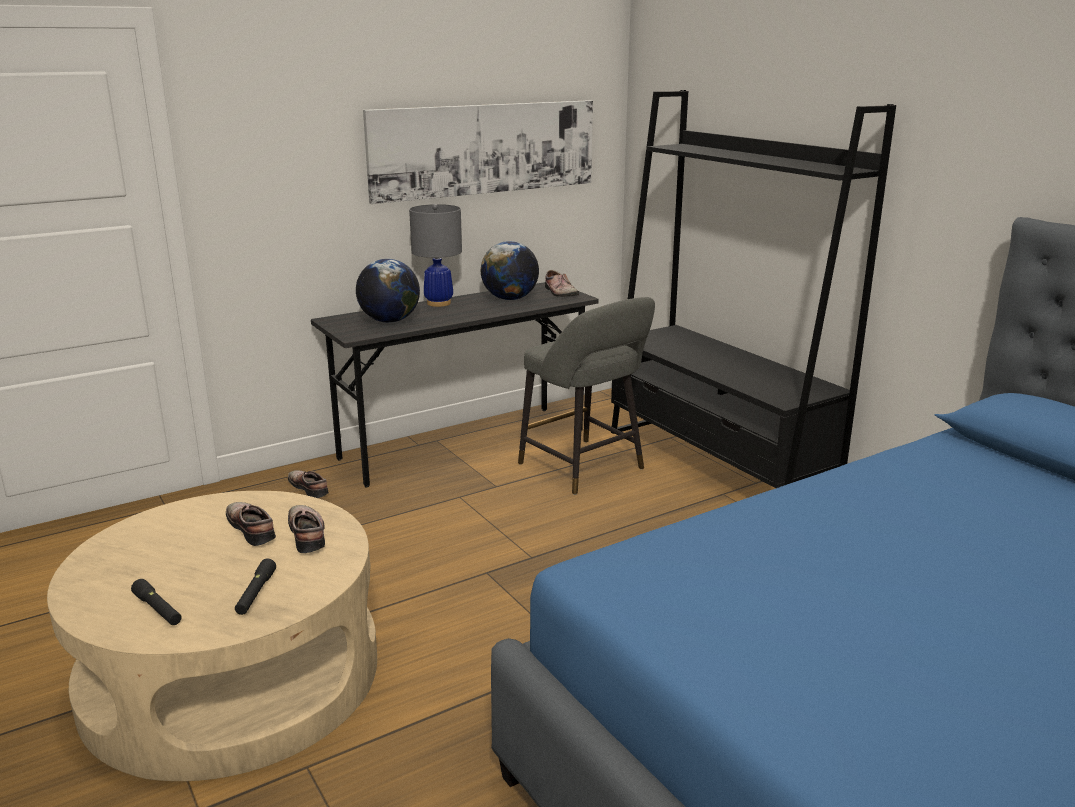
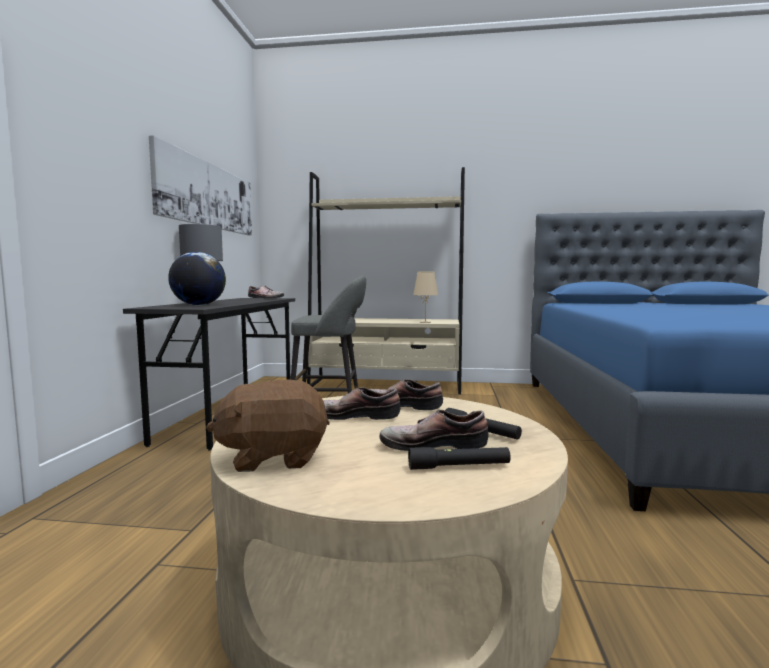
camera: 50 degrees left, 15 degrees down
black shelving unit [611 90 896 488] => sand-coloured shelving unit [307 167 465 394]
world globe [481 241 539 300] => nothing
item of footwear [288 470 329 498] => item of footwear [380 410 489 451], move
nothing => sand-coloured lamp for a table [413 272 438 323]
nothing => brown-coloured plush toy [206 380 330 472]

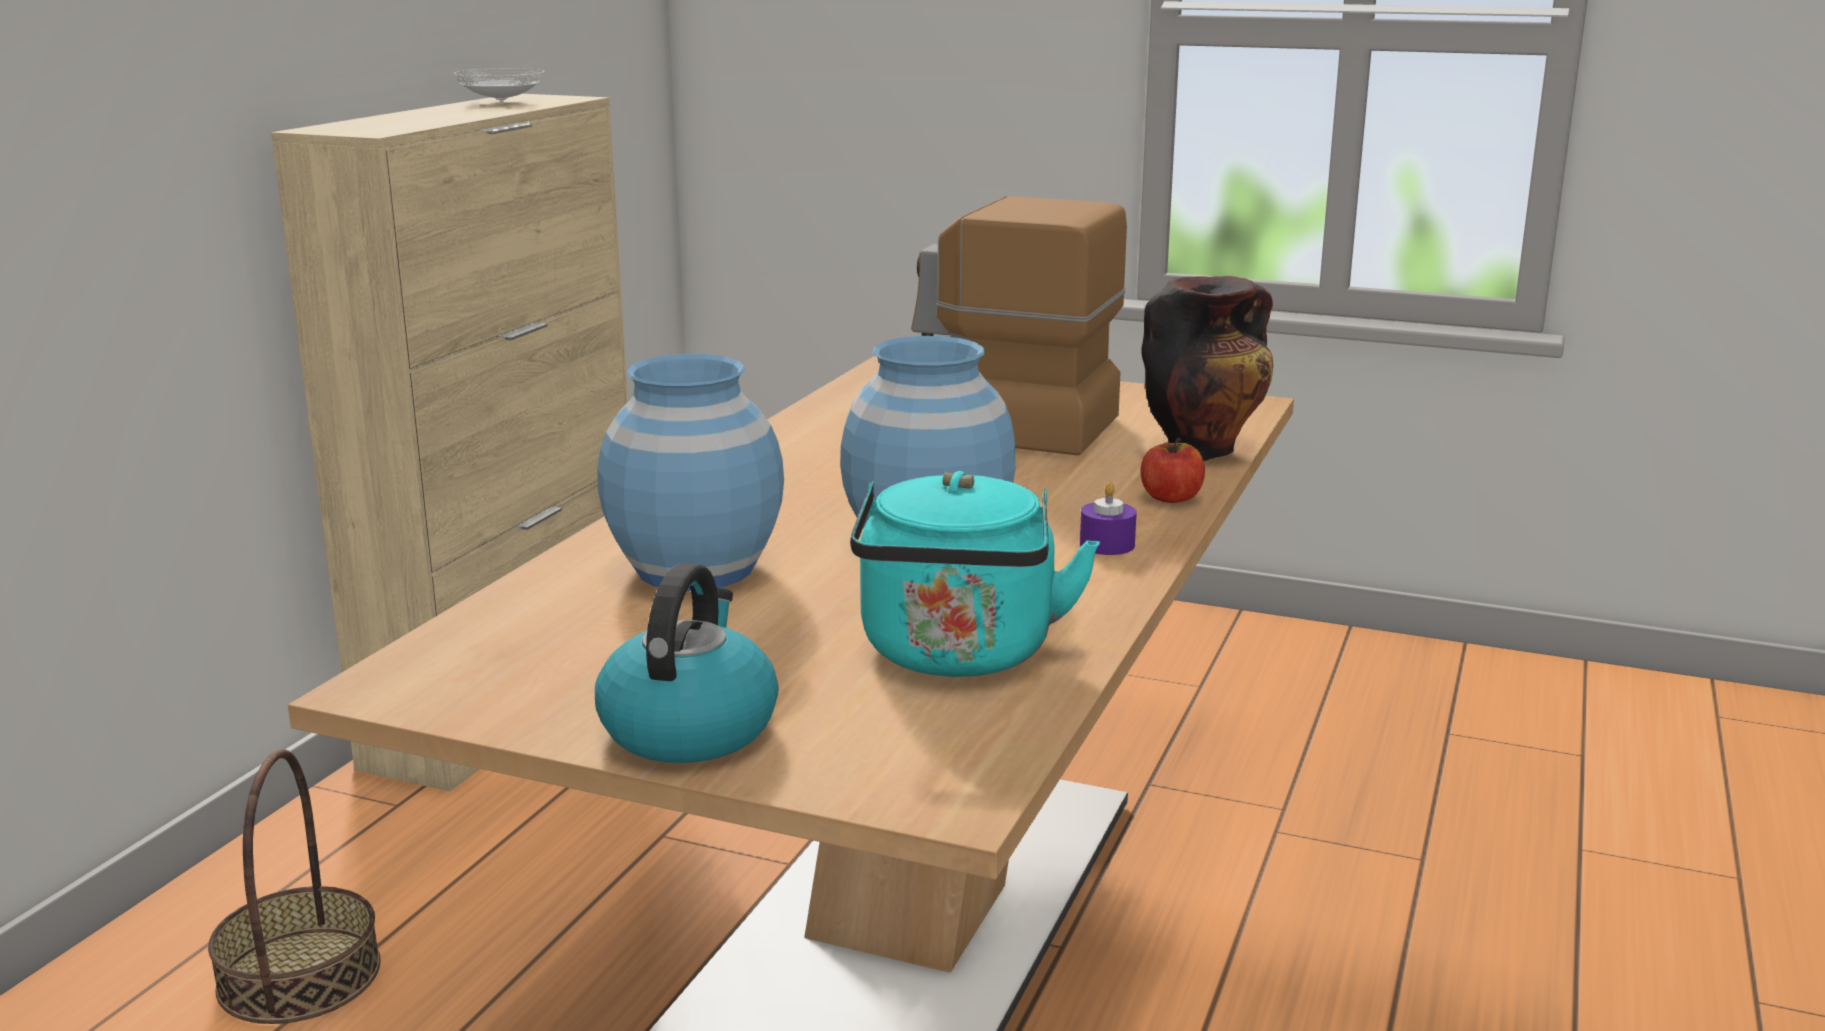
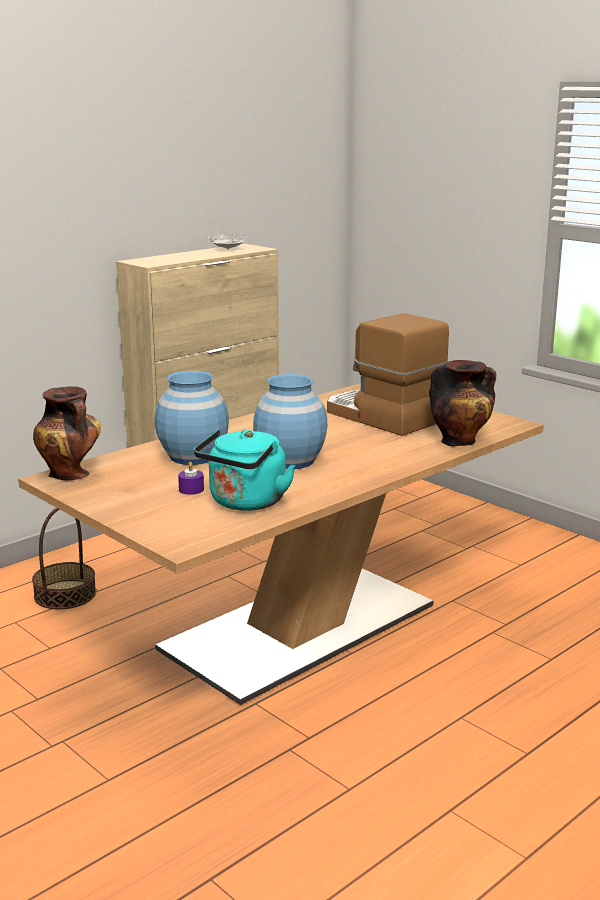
camera: 25 degrees right, 0 degrees up
whole apple [1140 438 1205 503] => nothing
purplish wax candle [1080 482 1137 555] => purplish wax candle [178 462 204 495], move
water kettle [595 563 779 763] => nothing
nothing => decorative vase [33 386 101 481]

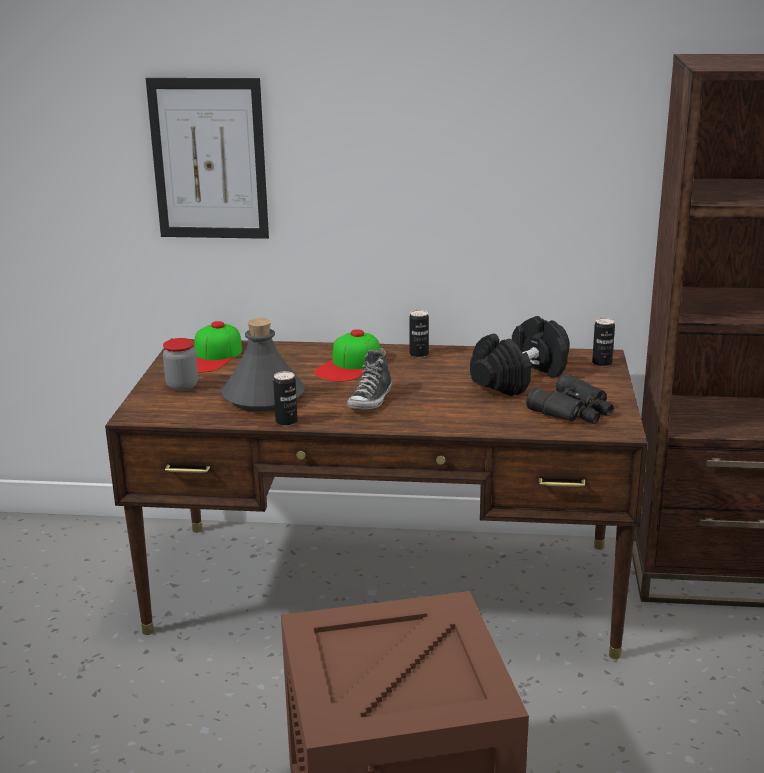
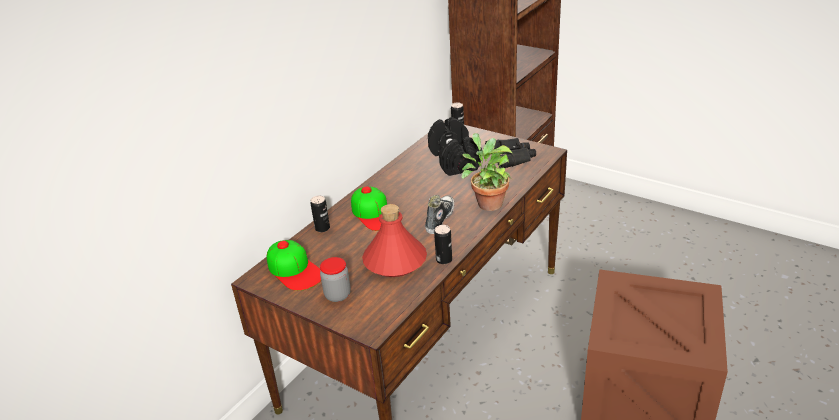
camera: 60 degrees left, 10 degrees up
picture [146 78 269 239] => nothing
can [409 310 429 358] => can [310 196 330 232], move
gray beverage bottle [222 318 305 411] => red beverage bottle [362 204 427 277]
item of footwear [347 348 392 410] => item of footwear [425 195 454 234], 120 degrees counterclockwise
nothing => potted plant [461 133 513 211]

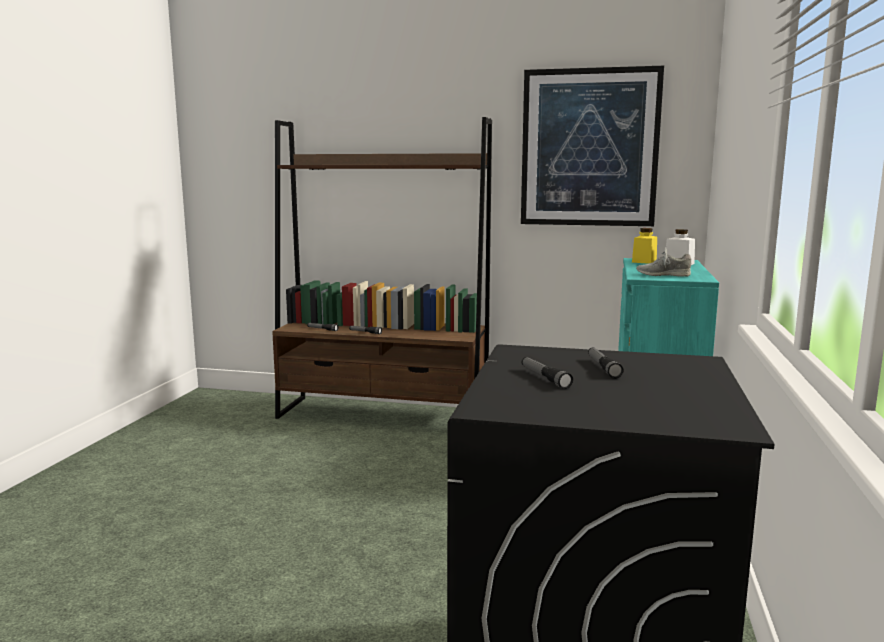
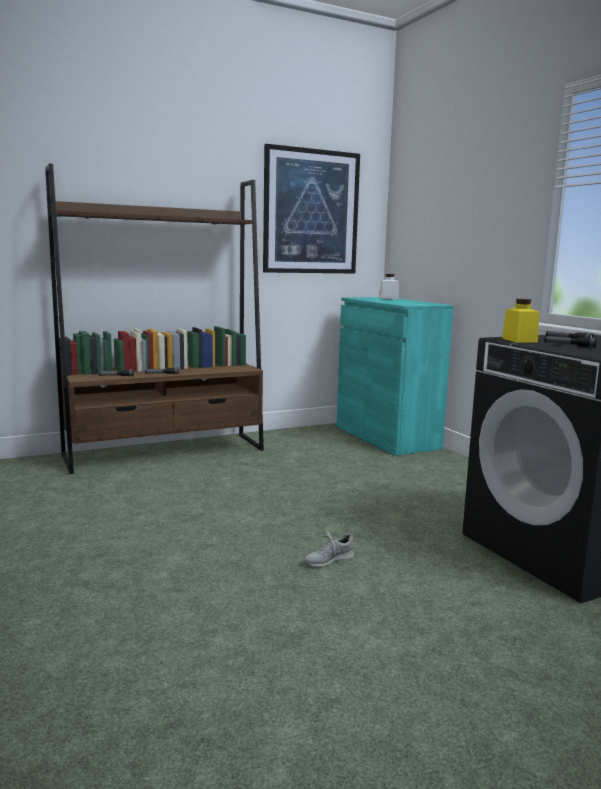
camera: 40 degrees left, 0 degrees up
yellowish storage jar [632 228 657 264] => yellowish storage jar [502 299 540 343], move
gray item of footwear [636 247 691 277] => gray item of footwear [304 529 354 567], move

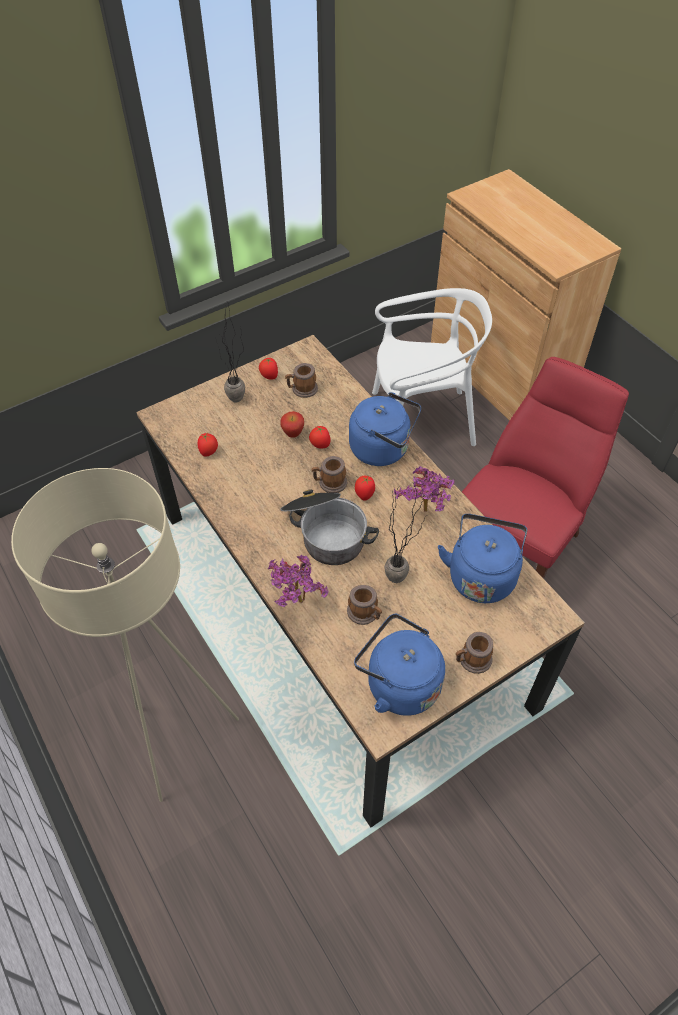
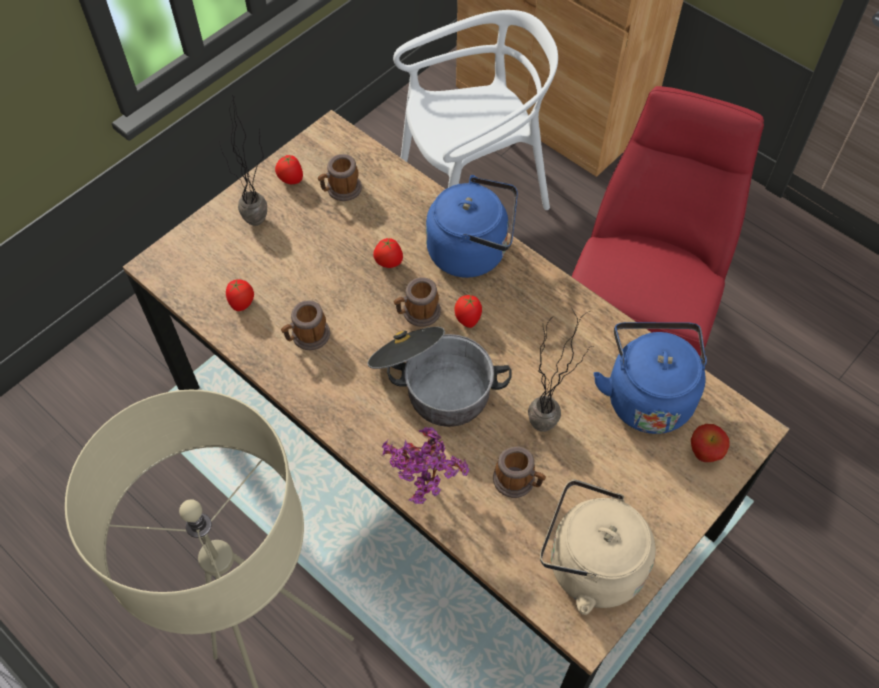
camera: 15 degrees left, 5 degrees up
whole apple [281 411 304 438] => whole apple [691 424 730 462], move
potted plant [393 466 454 512] => nothing
bluish water kettle [354 613 445 716] => sand-coloured water kettle [540 480 656 615]
tea mug [456 632 493 674] => tea mug [281 300 330 350], move

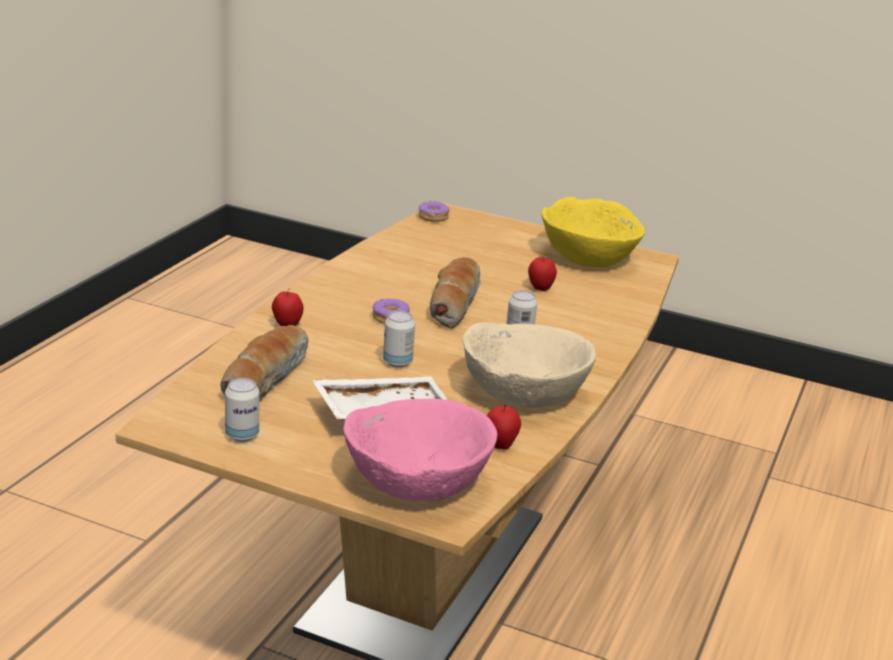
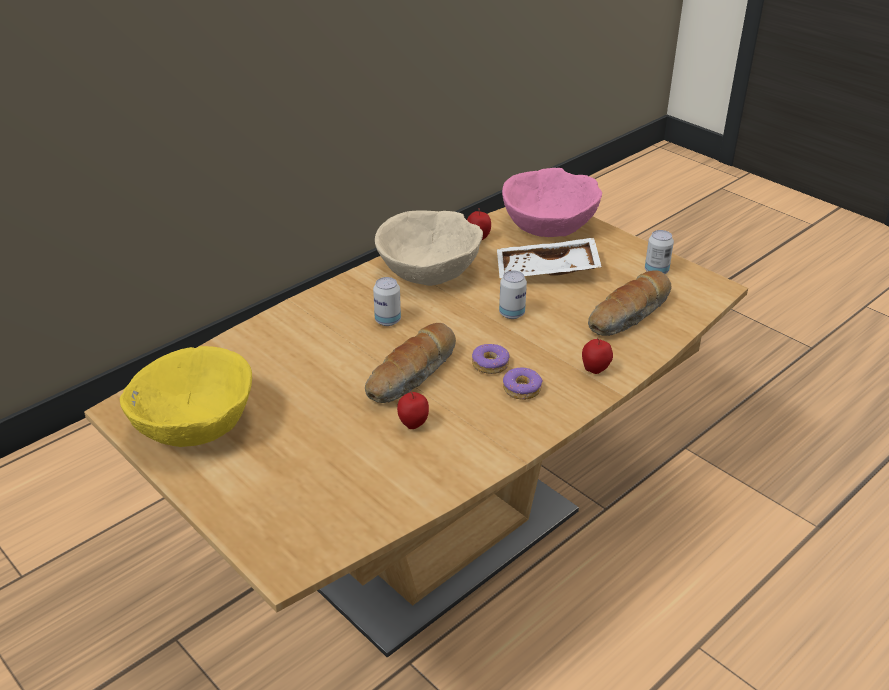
camera: 155 degrees left, 10 degrees up
ring doughnut [419 201 450 222] => ring doughnut [503 368 543 400], move
whole apple [528 254 557 291] => whole apple [397 391 429 429], move

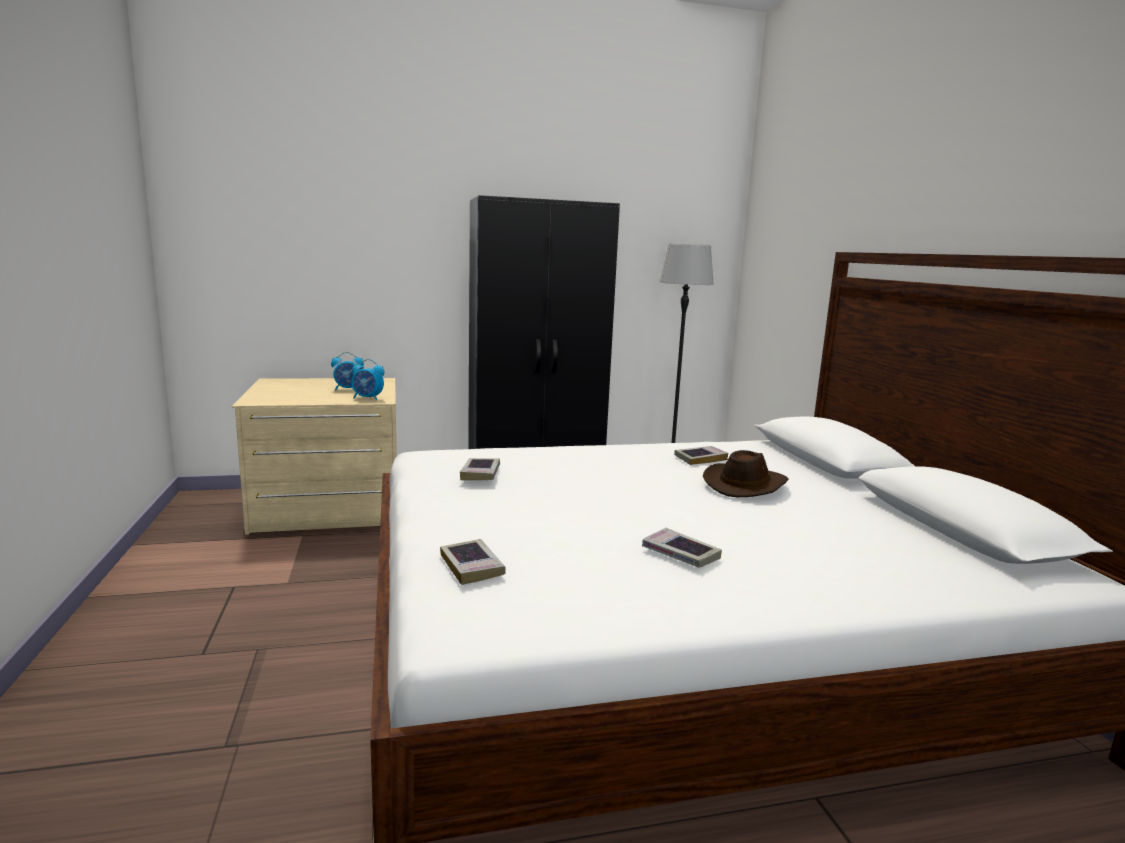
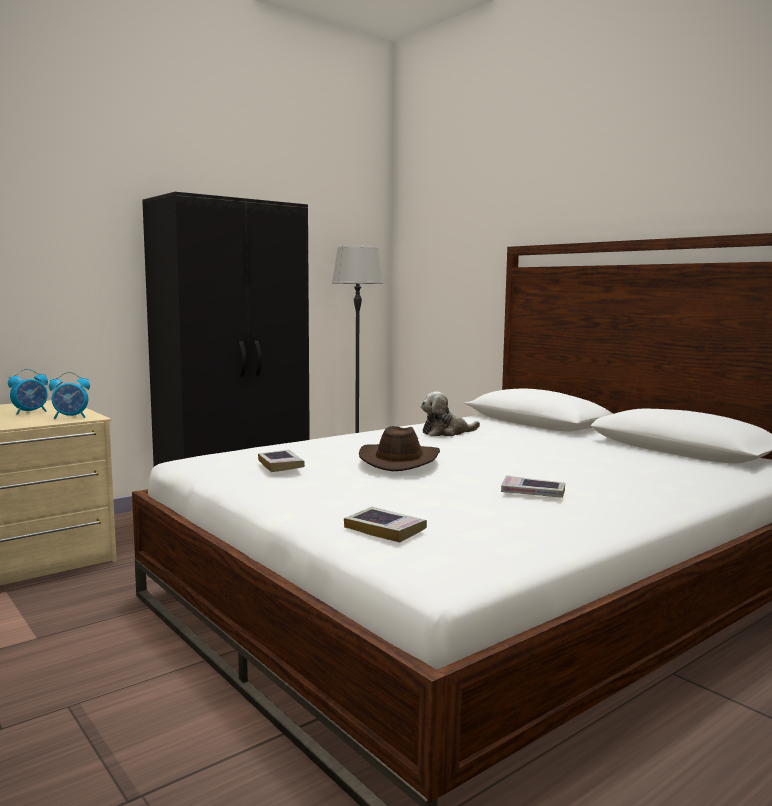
camera: 25 degrees left, 5 degrees down
volume [674 446 728 465] => plush toy [421 391 480 437]
brown-coloured clothing hat [703 450 789 497] => brown-coloured clothing hat [359 426 440 471], move

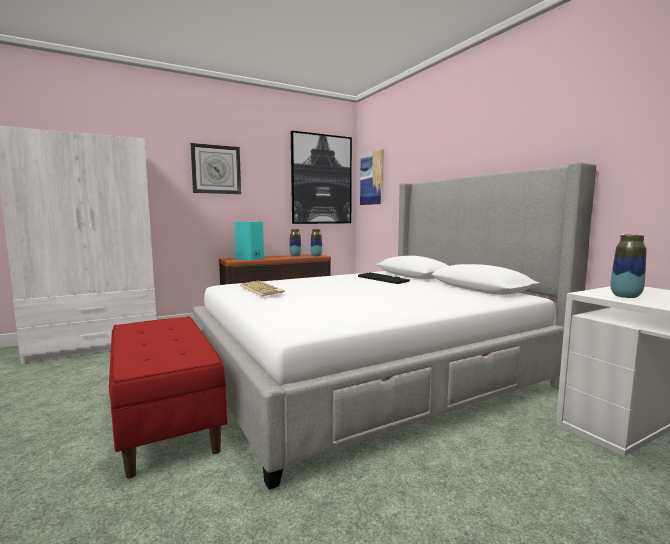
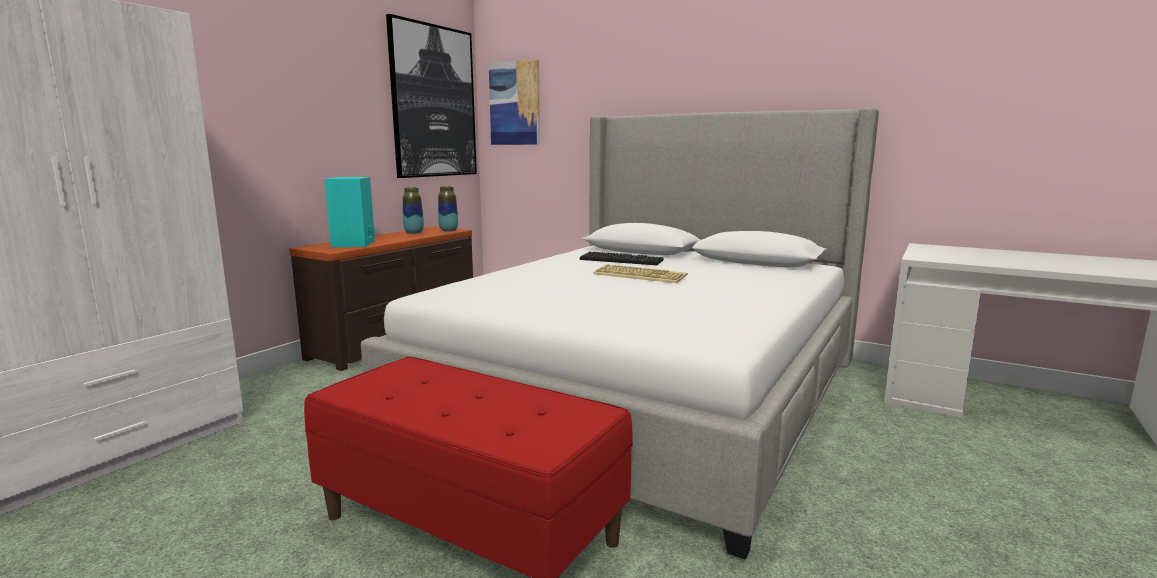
camera: 30 degrees left, 5 degrees up
wall clock [191 143 241 194] => nothing
decorative vase [610 234 646 298] => nothing
keyboard [240 281 285 297] => keyboard [593 264 687 283], move

